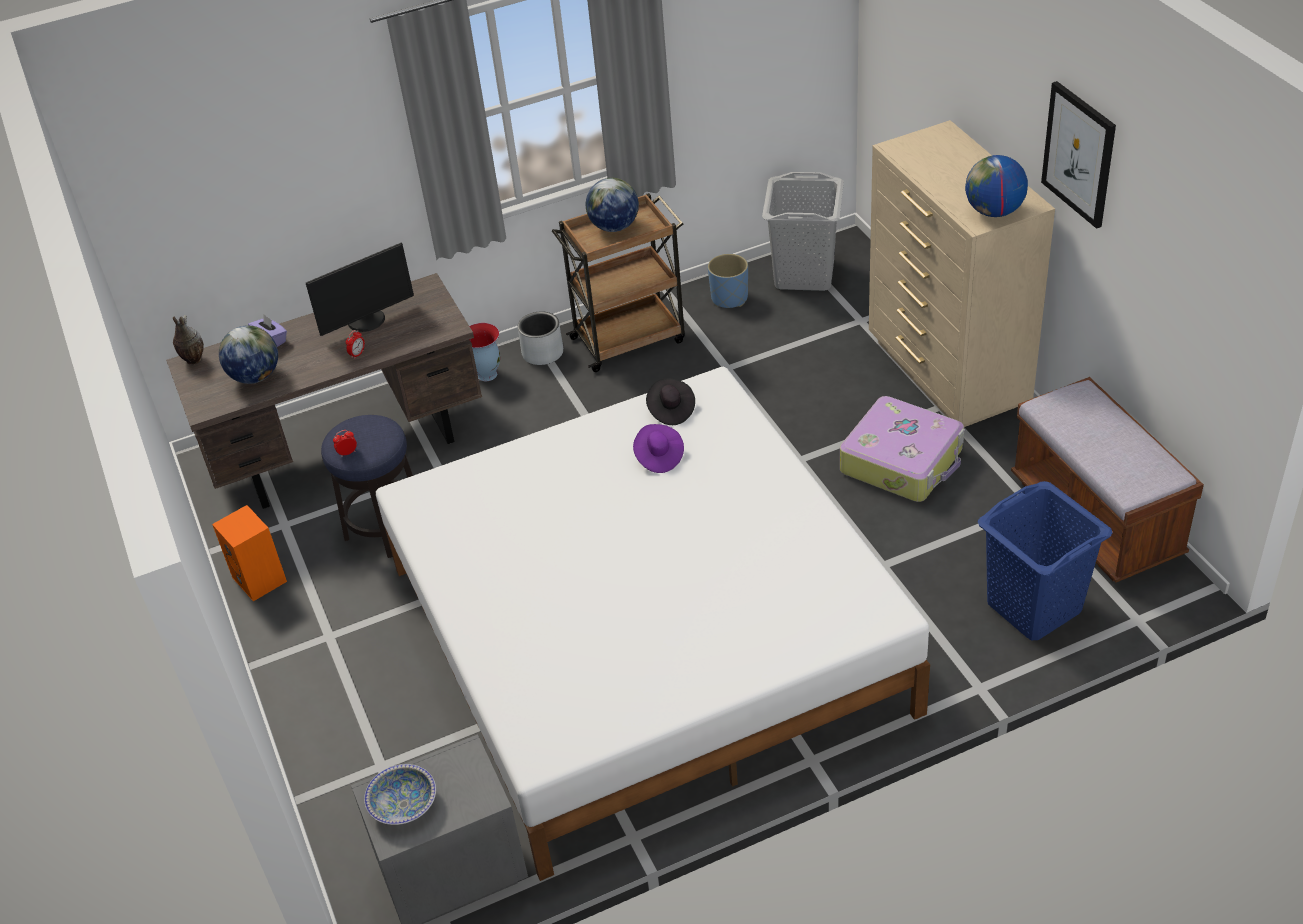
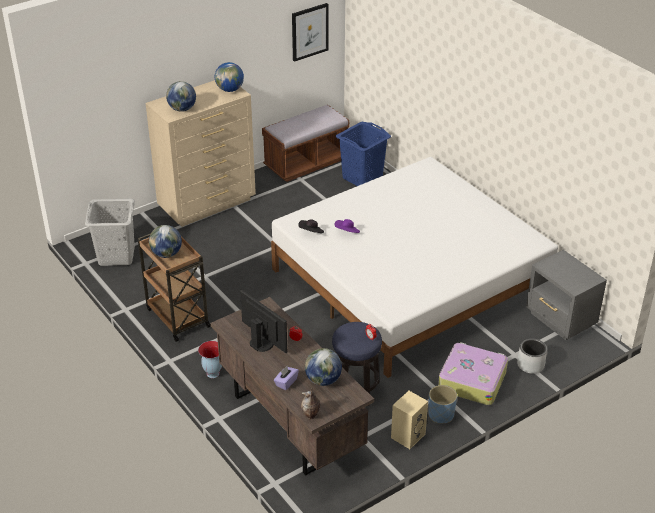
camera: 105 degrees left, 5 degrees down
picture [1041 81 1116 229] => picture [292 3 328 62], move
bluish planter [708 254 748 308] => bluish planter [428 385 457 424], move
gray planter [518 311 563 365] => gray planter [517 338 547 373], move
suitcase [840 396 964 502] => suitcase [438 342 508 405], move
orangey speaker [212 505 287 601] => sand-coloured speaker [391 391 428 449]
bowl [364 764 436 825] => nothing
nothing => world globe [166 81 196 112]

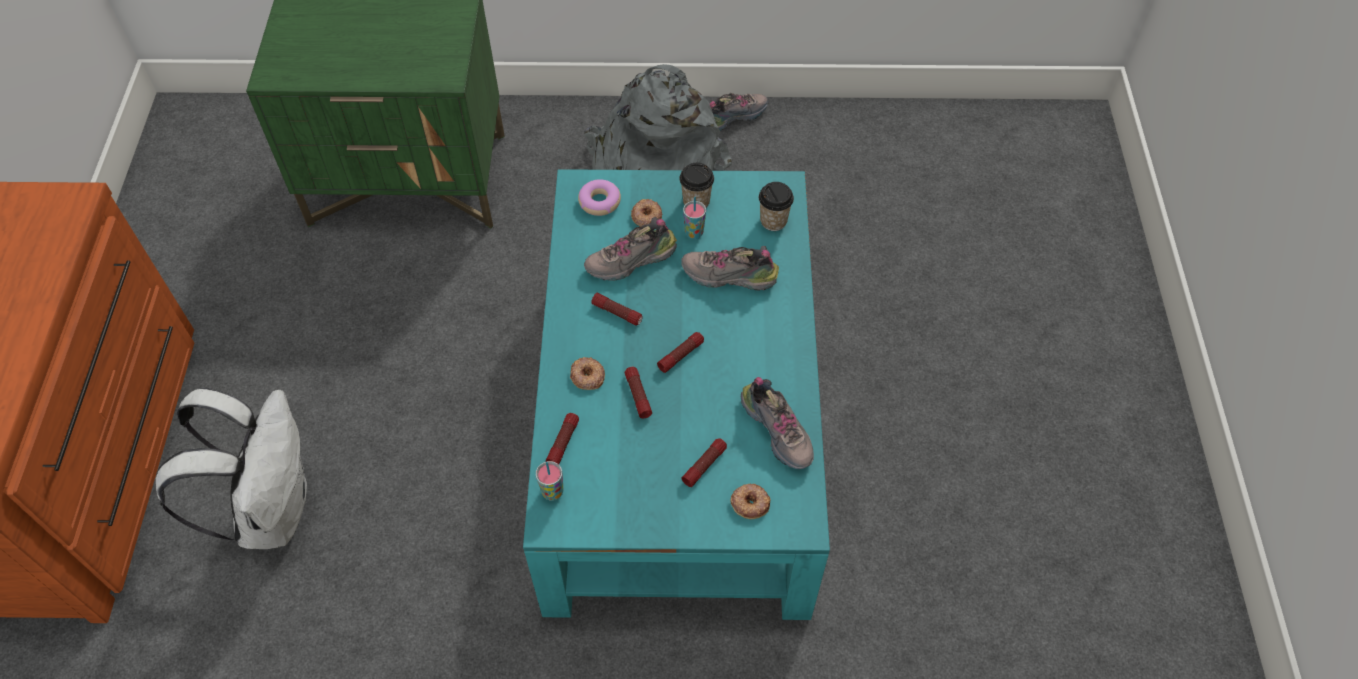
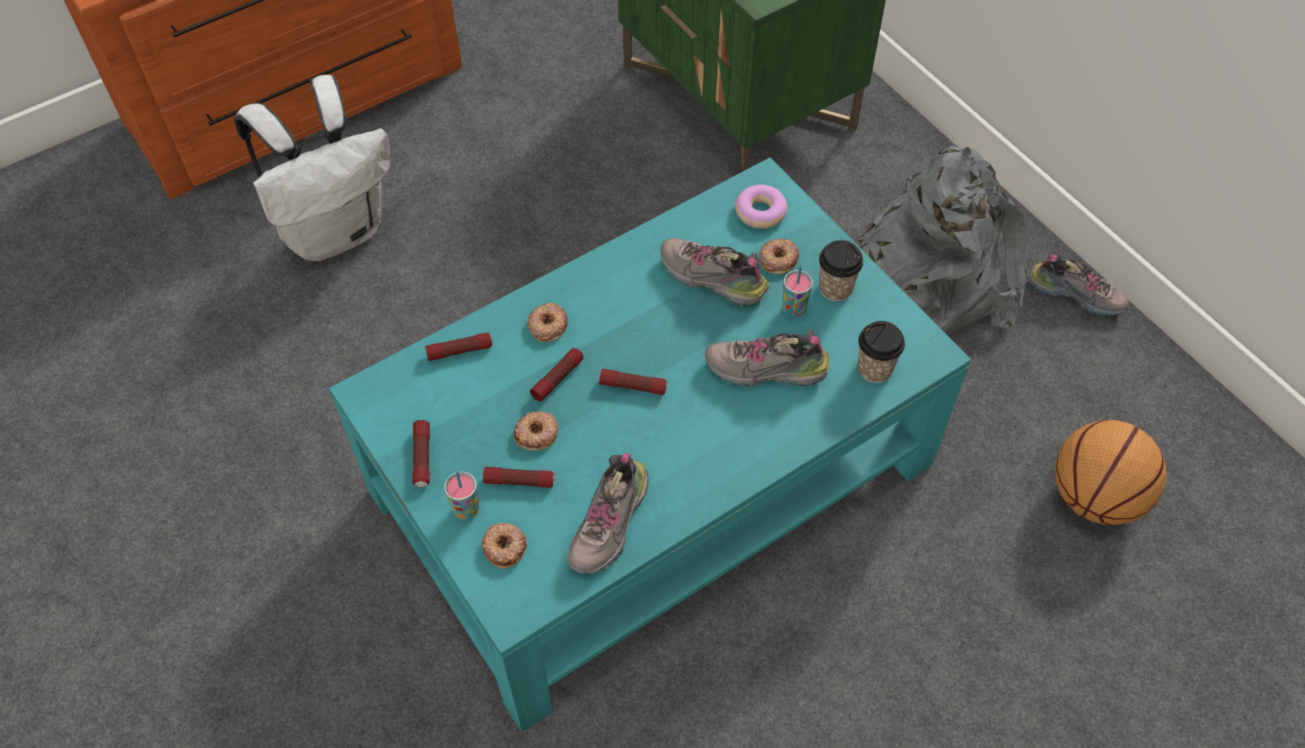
camera: 55 degrees right, 0 degrees up
item of footwear [681 246 779 291] => item of footwear [705 330 829 387], 60 degrees counterclockwise
torch [591 293 643 326] => torch [412 420 430 487], move
cup [536 461 563 501] => cup [444 472 479 520], move
nothing => ring doughnut [514 411 559 451]
nothing => basketball [1055 420 1167 525]

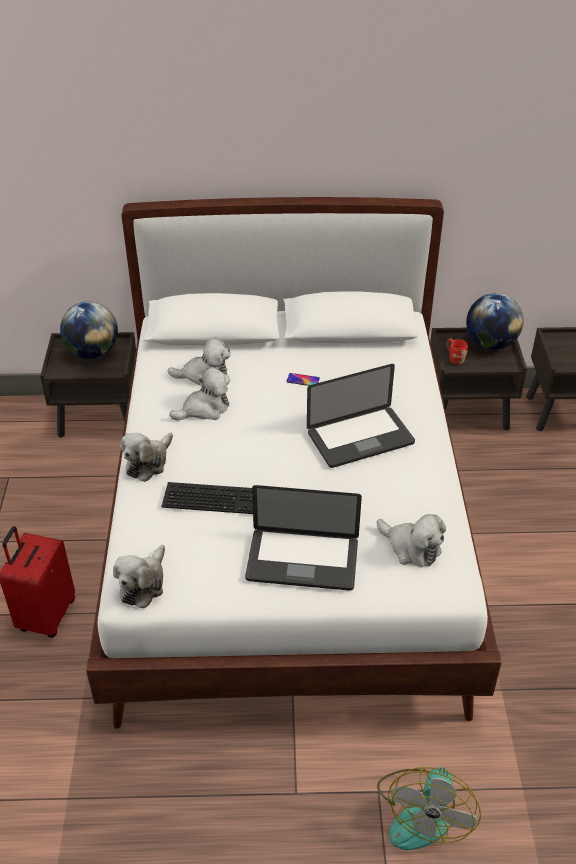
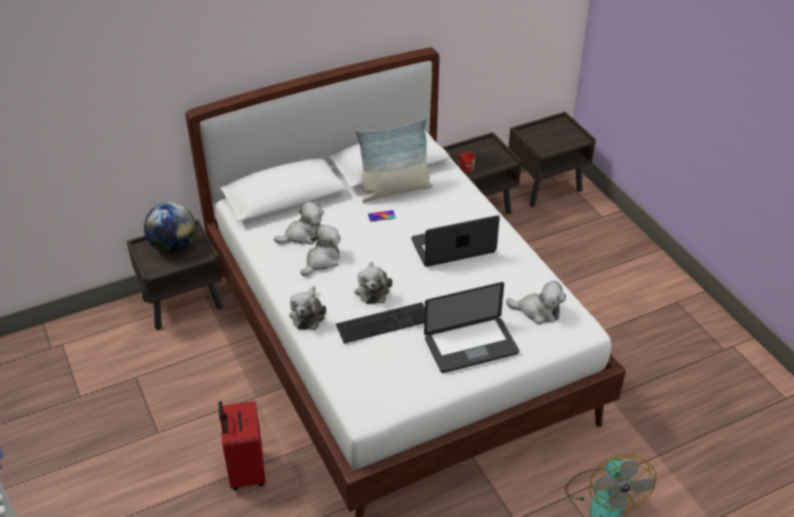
camera: 25 degrees left, 0 degrees up
world globe [466 293 524 350] => nothing
portable computer [307 364 415 468] => portable computer [411 215 500 267], 150 degrees counterclockwise
plush toy [113 545 165 609] => plush toy [355 262 392 304], move
nothing => throw pillow [355 119 433 203]

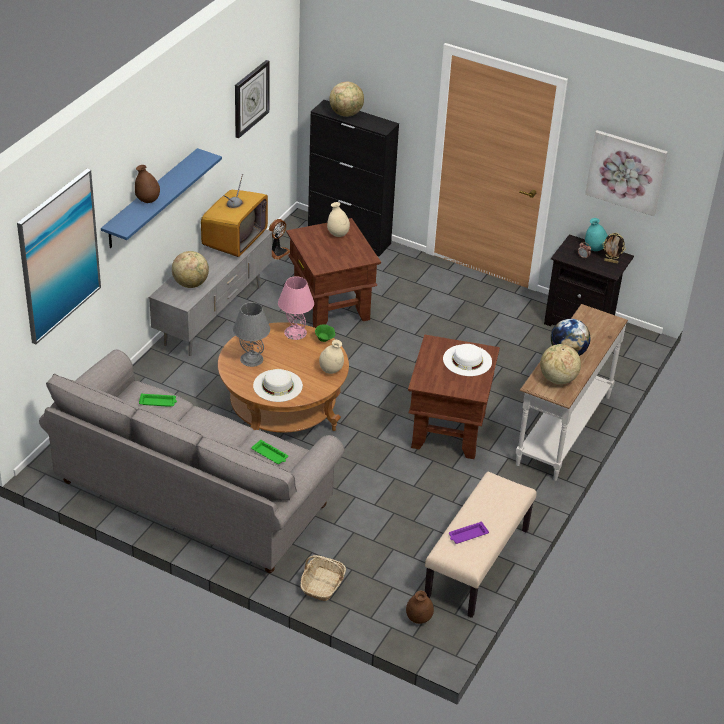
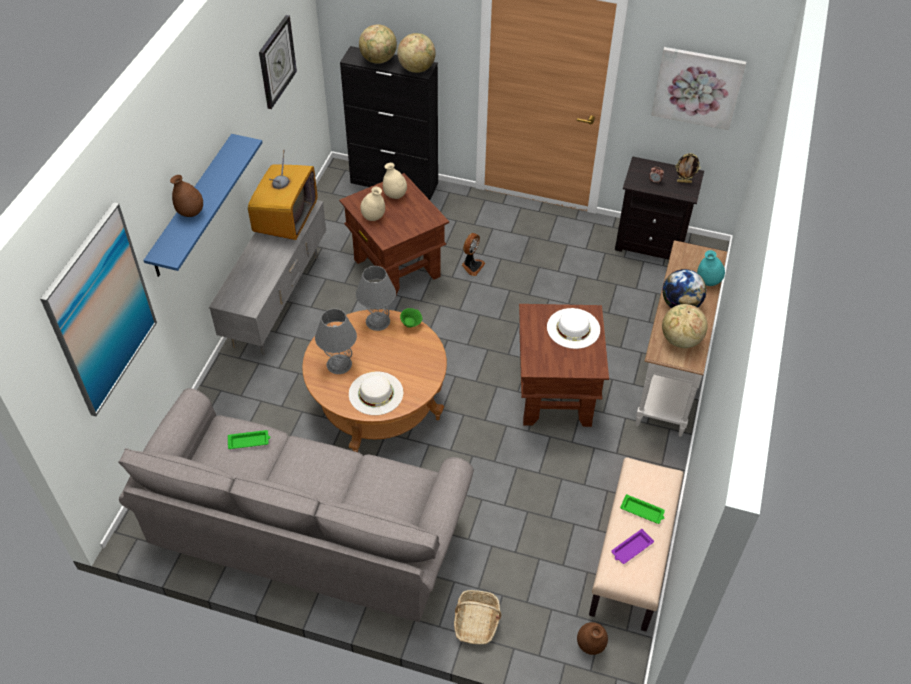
camera: 10 degrees left, 10 degrees up
turquoise-coloured decorative vase [585 218 608 251] => turquoise-coloured decorative vase [697 250 725 286], move
electric fan [269 219 290 260] => electric fan [462 233 486 276], move
world globe [172 251 209 288] => world globe [397 33 436 73], move
pinkish lamp for a table [278 277 314 340] => gray lamp for a table [356 266 396 331]
sand-coloured decorative vase [319 340 344 374] => sand-coloured decorative vase [360 187 385 221], move
greenish carrying tray [251 440 288 464] => greenish carrying tray [620 494 665 524], move

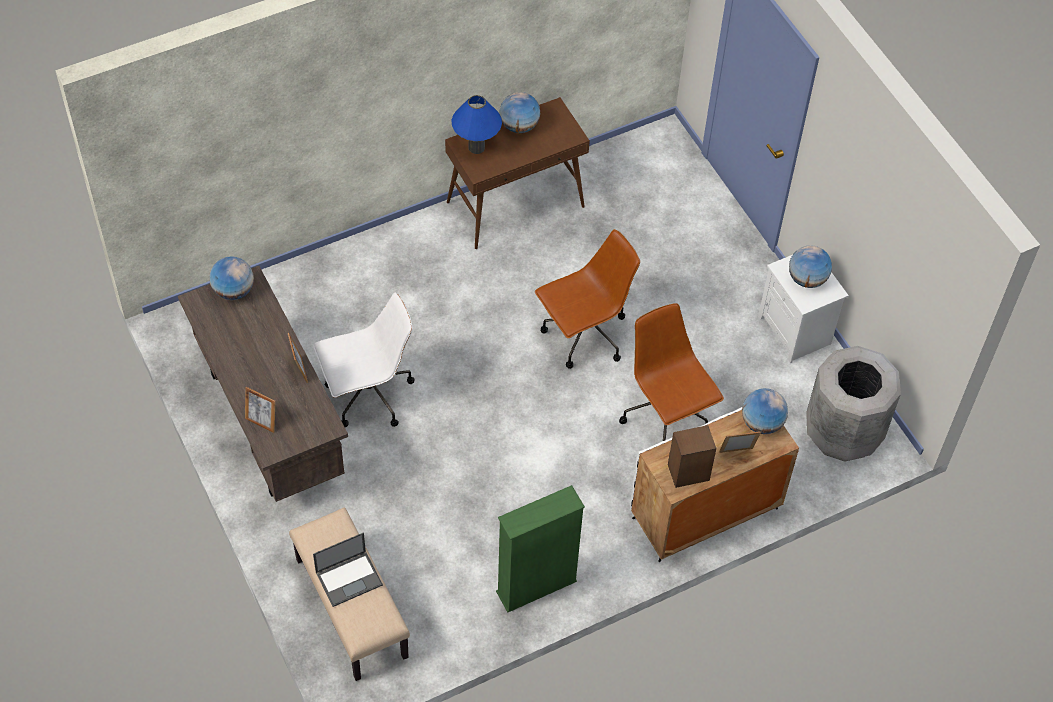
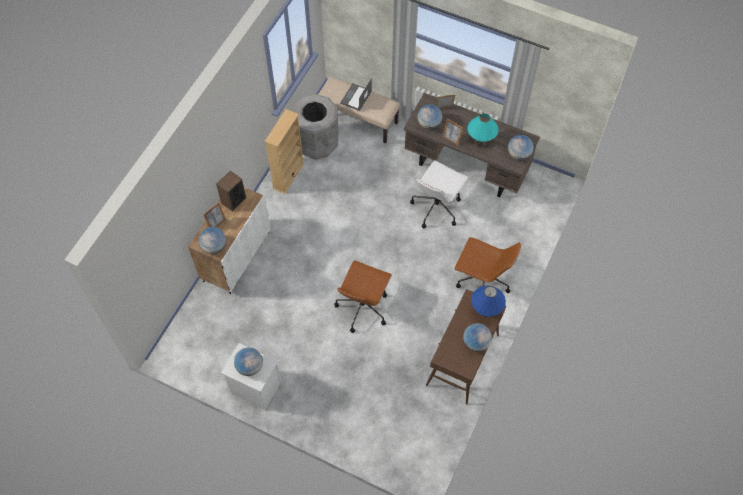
camera: 145 degrees right, 5 degrees up
brown-coloured office chair [619 303 724 441] => brown-coloured office chair [454 237 521 293], move
gray trash can [806 346 901 462] => gray trash can [292 94 339 160], move
greenish shelving unit [496 485 585 613] => sand-coloured shelving unit [265 109 304 194]
nothing => world globe [417 104 442 130]
nothing => turquoise-coloured lamp for a table [468 113 499 147]

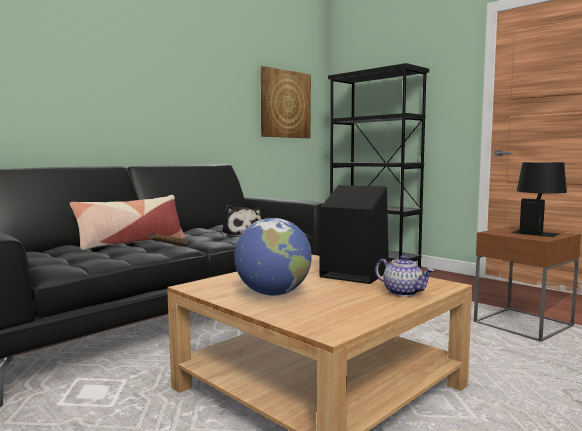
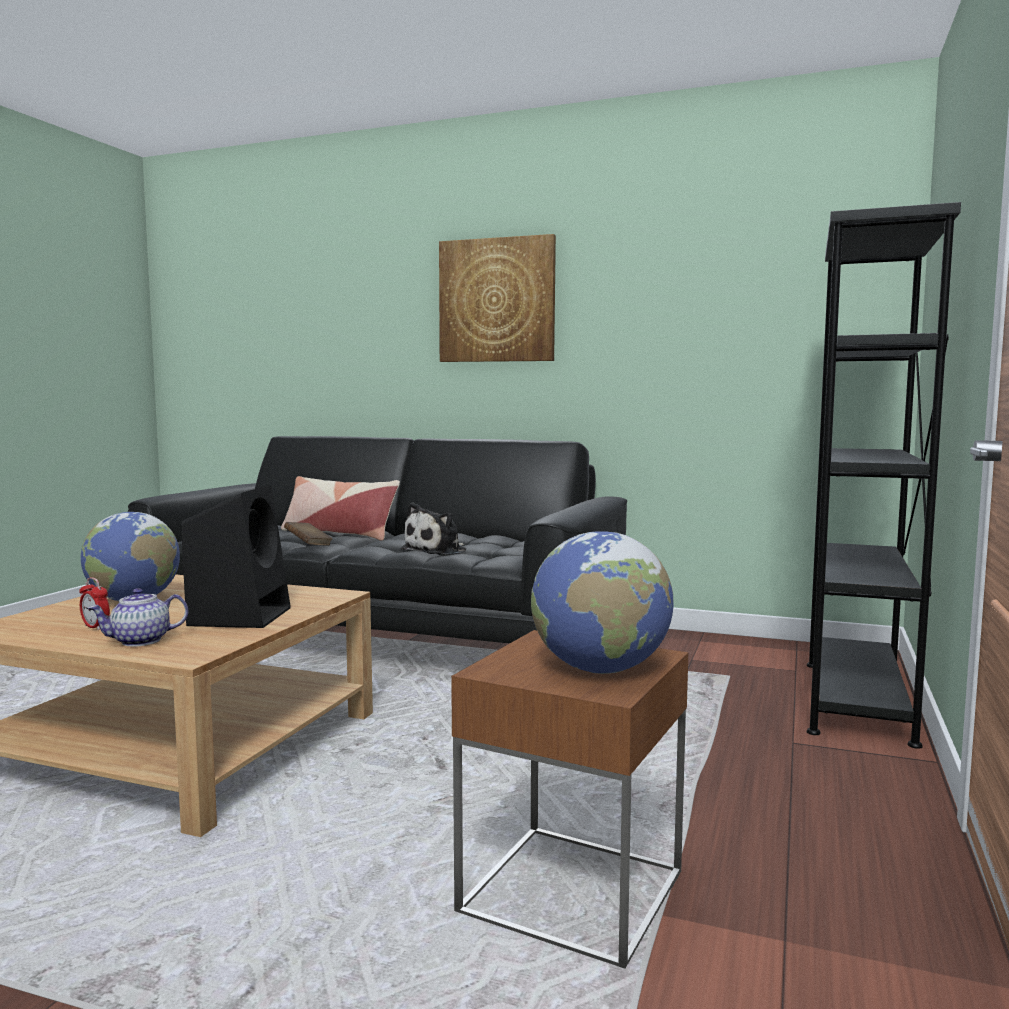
camera: 65 degrees right, 0 degrees up
picture [261 66 311 138] => picture [439 234 556 362], move
black lamp for a table [511 162 567 237] => world globe [531 531 674 674]
teapot [375 255 434 296] => teapot [88 588 188 647], 45 degrees clockwise
nothing => alarm clock [80 577 110 630]

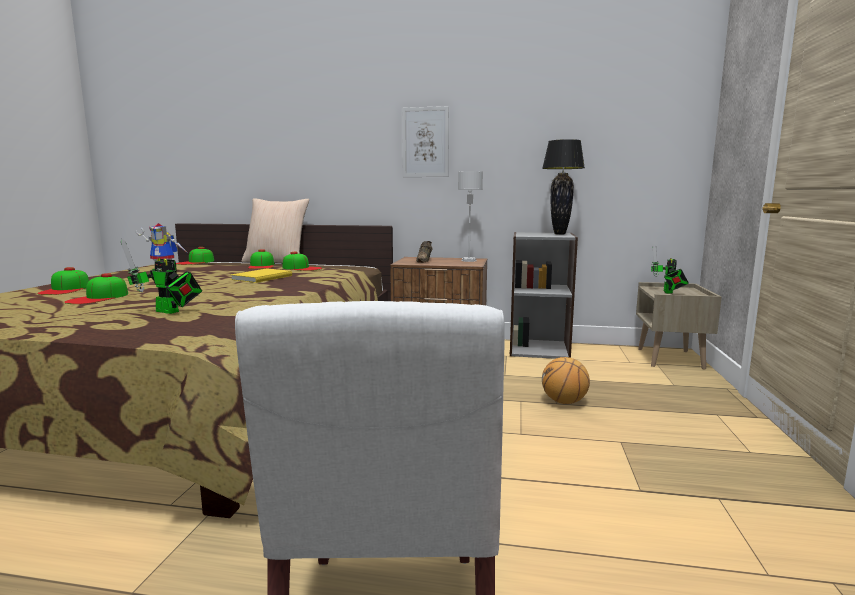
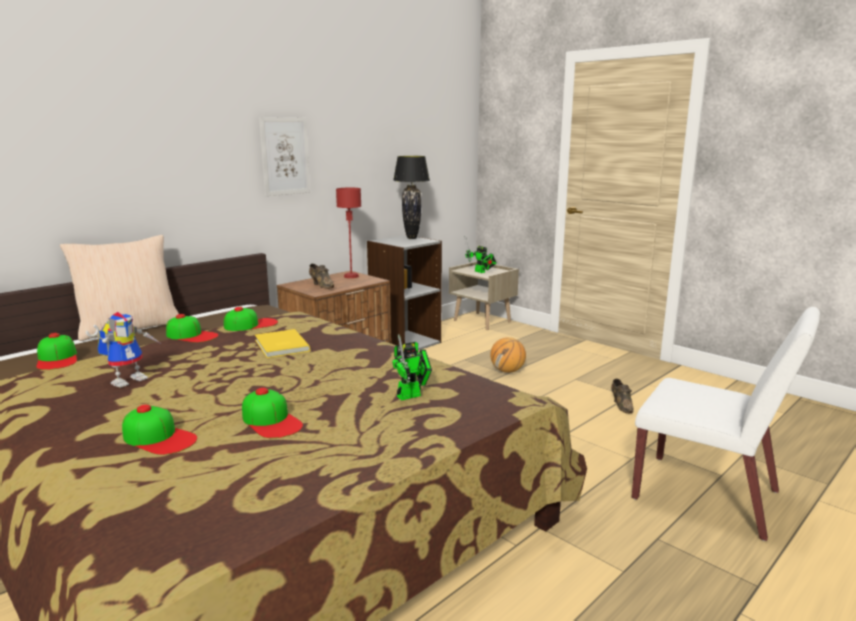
camera: 55 degrees left, 5 degrees up
gray lamp for a table [458 171 483 262] => red lamp for a table [336 188 361 278]
nothing => brown-coloured item of footwear [611 379 633 413]

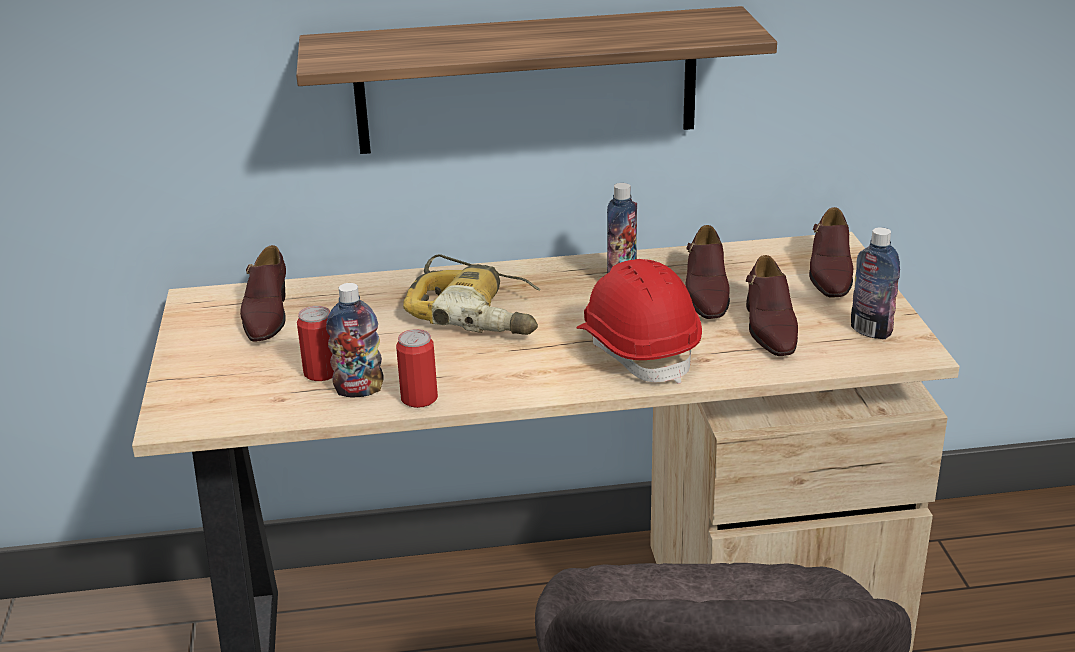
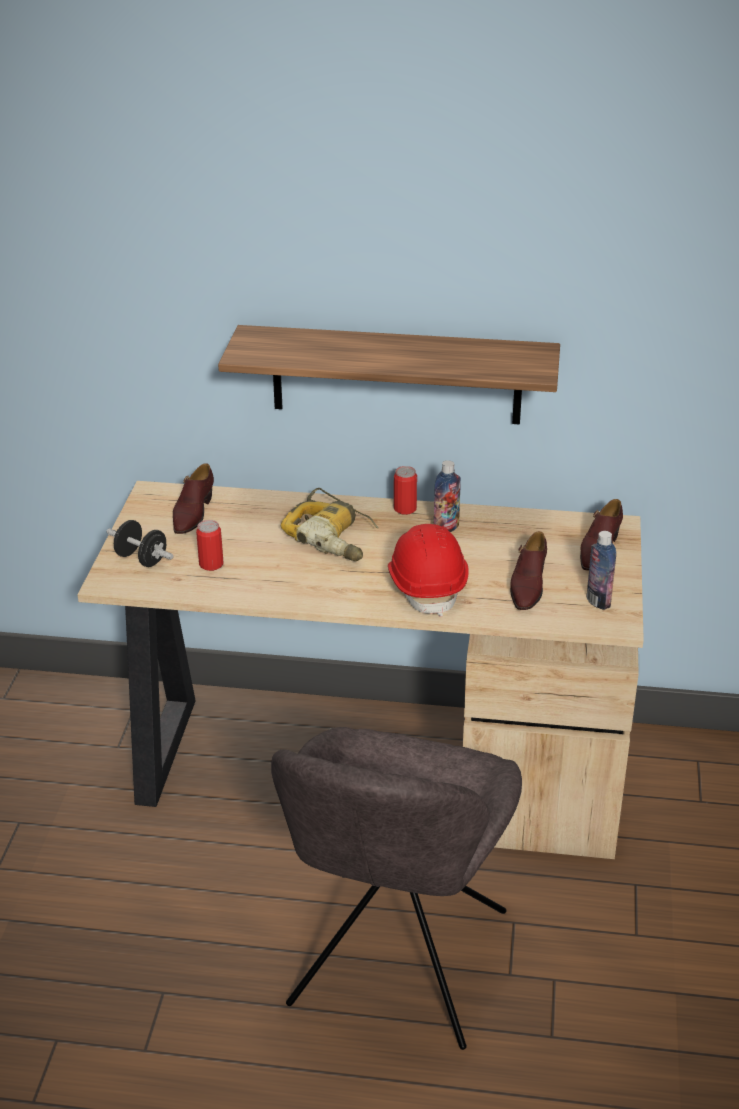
camera: 15 degrees right, 5 degrees up
brown-coloured item of footwear [686 225 730 319] => nothing
beverage bottle [326 283 383 397] => nothing
can [396 329 438 408] => can [394 466 417 515], move
nothing => black hand weight [106 520 173 567]

